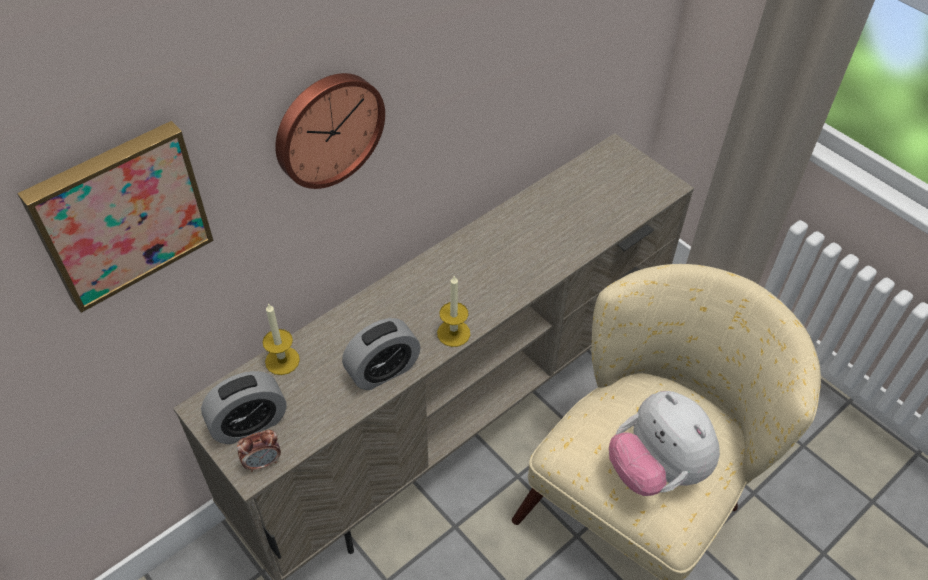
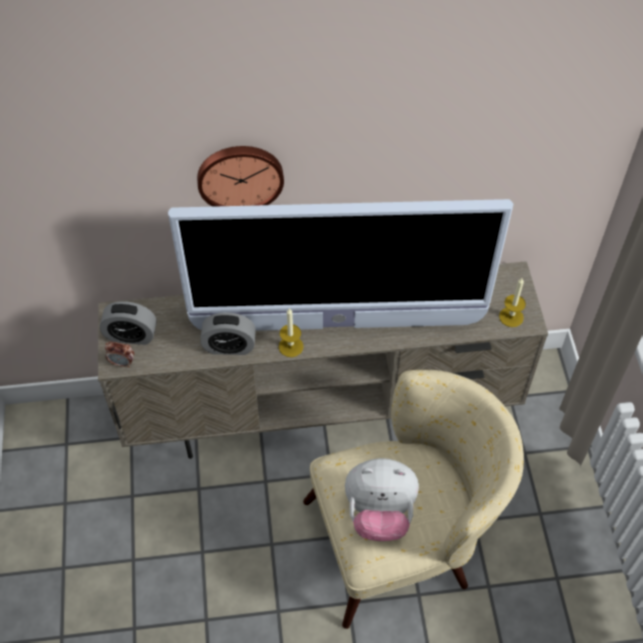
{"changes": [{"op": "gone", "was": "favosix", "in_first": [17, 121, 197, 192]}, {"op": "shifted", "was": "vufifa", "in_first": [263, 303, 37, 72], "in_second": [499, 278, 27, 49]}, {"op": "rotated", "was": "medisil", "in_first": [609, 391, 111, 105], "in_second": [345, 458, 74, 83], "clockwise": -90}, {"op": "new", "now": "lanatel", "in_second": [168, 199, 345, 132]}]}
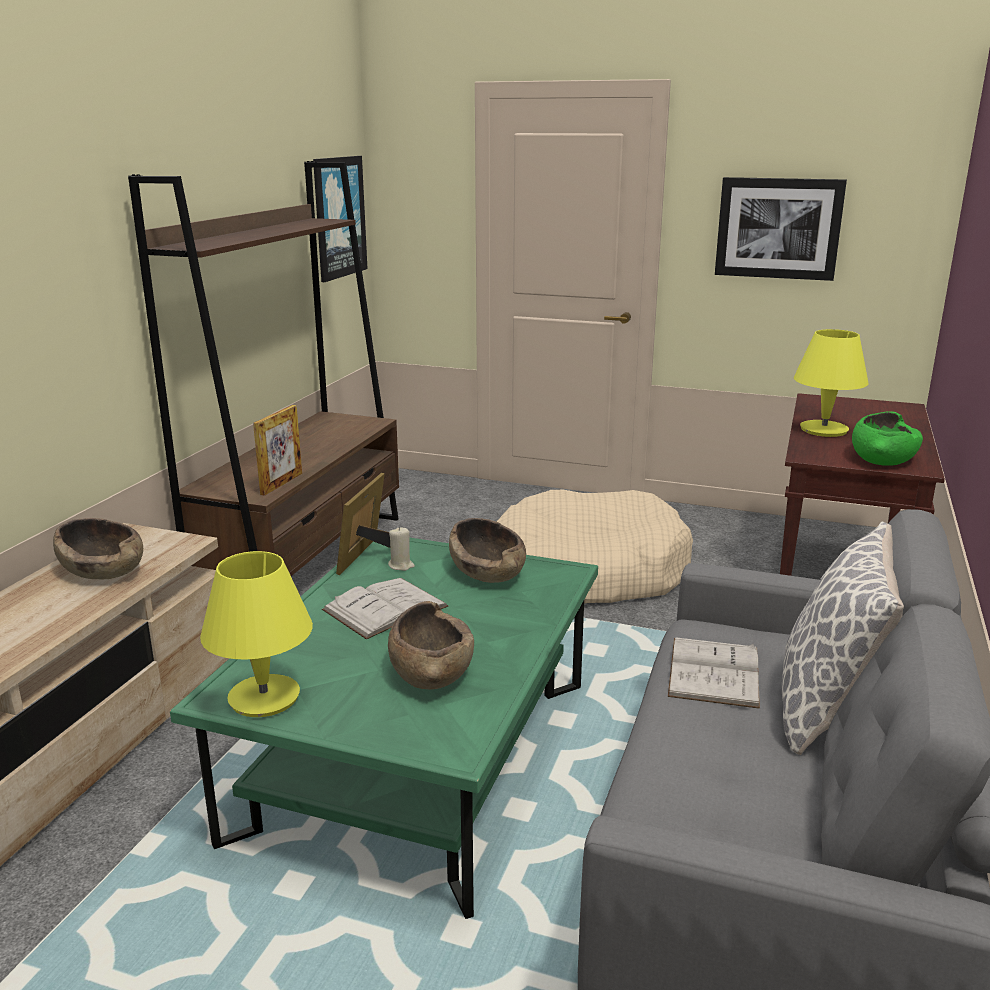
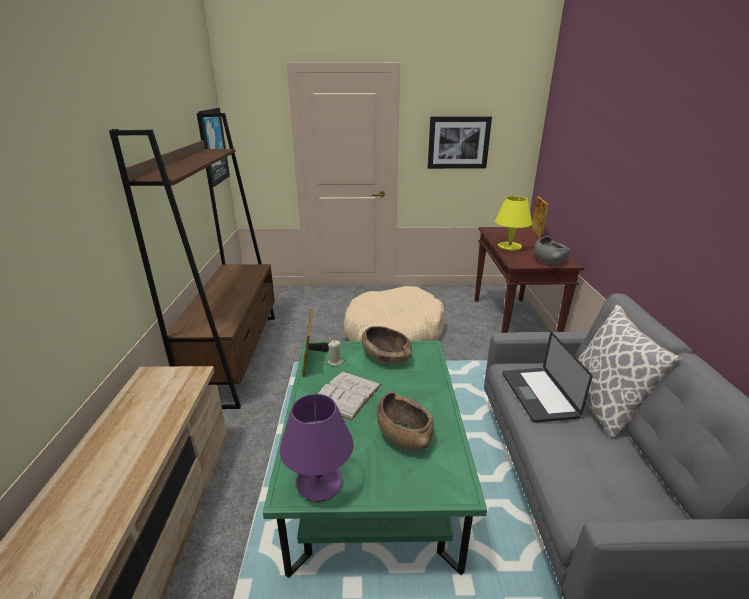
{"changes": [{"op": "gone", "was": "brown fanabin", "in_first": [53, 518, 90, 61]}, {"op": "repainted", "was": "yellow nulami", "now": "purple nulami", "in_first": [200, 551, 113, 166], "in_second": [280, 394, 73, 108]}, {"op": "shifted", "was": "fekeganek", "in_first": [253, 405, 49, 91], "in_second": [531, 196, 18, 42]}, {"op": "swapped", "was": "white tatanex", "now": "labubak", "in_first": [668, 637, 92, 72], "in_second": [502, 332, 90, 90]}, {"op": "repainted", "was": "green fanabin", "now": "grey fanabin", "in_first": [852, 411, 71, 55], "in_second": [534, 236, 36, 28]}]}
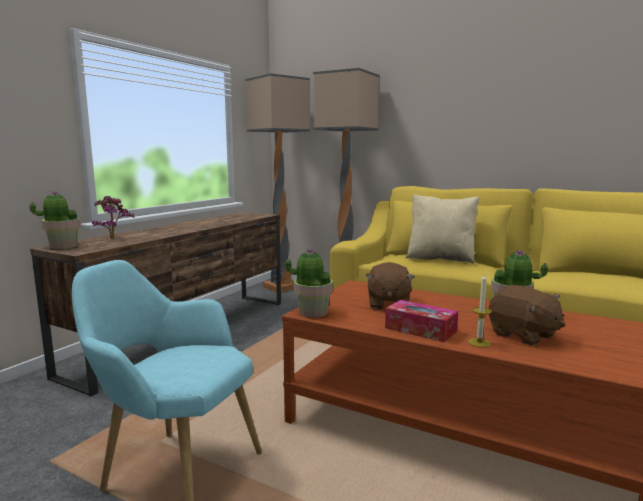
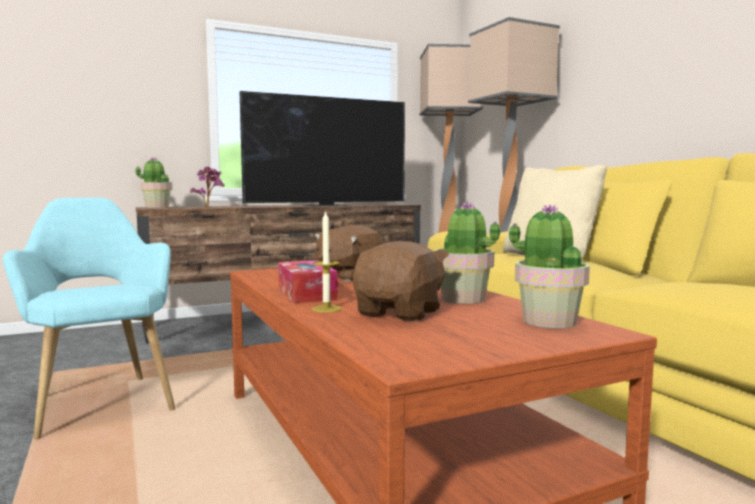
{"changes": [{"op": "shifted", "was": "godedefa", "in_first": [285, 248, 48, 70], "in_second": [509, 205, 81, 123]}, {"op": "rotated", "was": "brown medisil", "in_first": [489, 285, 76, 61], "in_second": [353, 241, 96, 80], "clockwise": -150}, {"op": "new", "now": "lanatel", "in_second": [240, 91, 165, 115]}]}
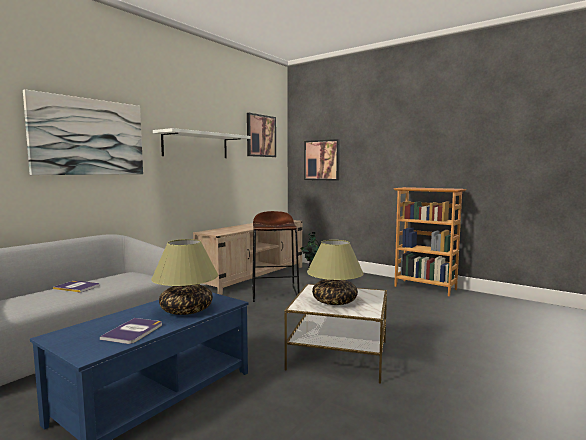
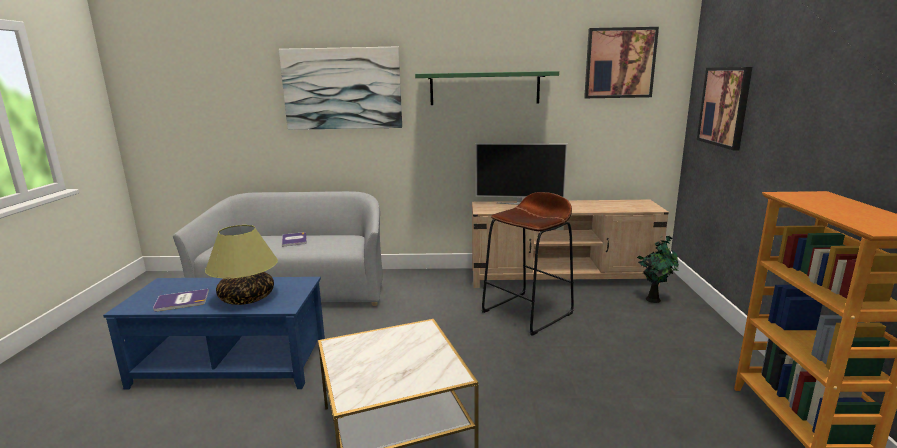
{"changes": [{"op": "repainted", "was": "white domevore", "now": "green domevore", "in_first": [153, 128, 97, 30], "in_second": [415, 71, 144, 34]}, {"op": "gone", "was": "nulami", "in_first": [307, 240, 57, 65]}, {"op": "new", "now": "lanatel", "in_second": [476, 143, 91, 62]}]}
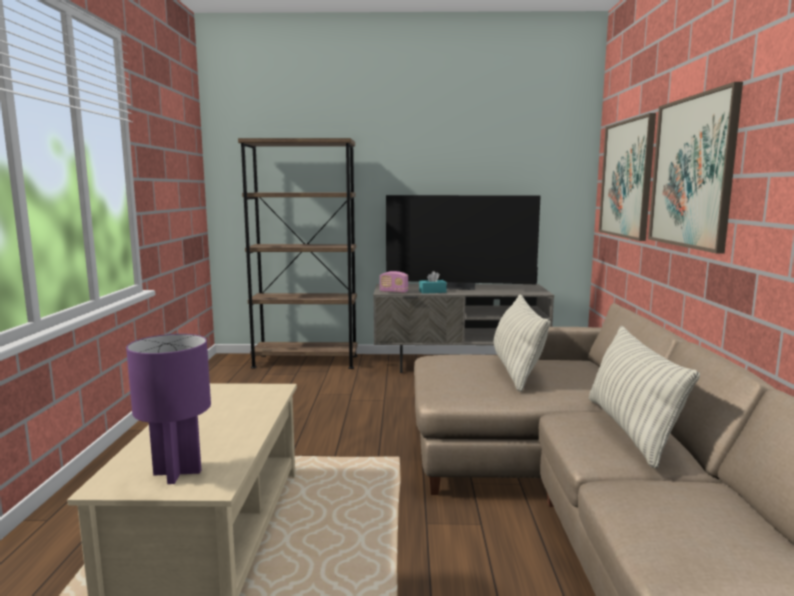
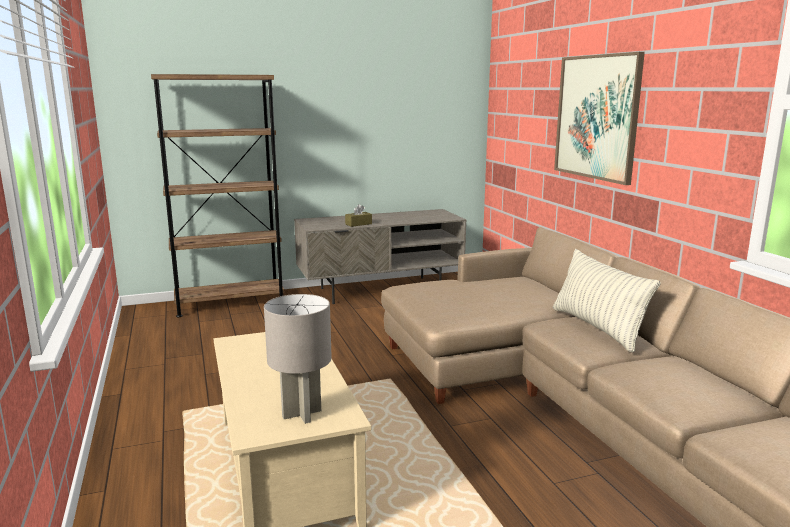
{"changes": [{"op": "repainted", "was": "purple nulami", "now": "grey nulami", "in_first": [126, 334, 85, 150], "in_second": [264, 294, 68, 130]}, {"op": "gone", "was": "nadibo", "in_first": [380, 271, 28, 22]}, {"op": "gone", "was": "lanatel", "in_first": [386, 195, 155, 95]}, {"op": "repainted", "was": "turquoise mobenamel", "now": "brown mobenamel", "in_first": [419, 271, 28, 23], "in_second": [345, 204, 27, 23]}, {"op": "gone", "was": "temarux", "in_first": [494, 294, 56, 98]}, {"op": "gone", "was": "favosix", "in_first": [599, 113, 57, 128]}]}
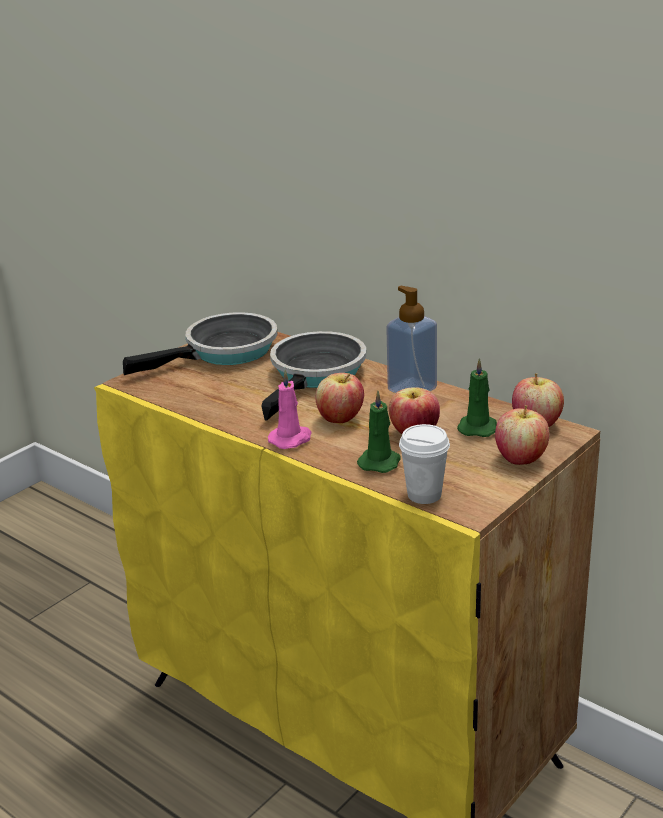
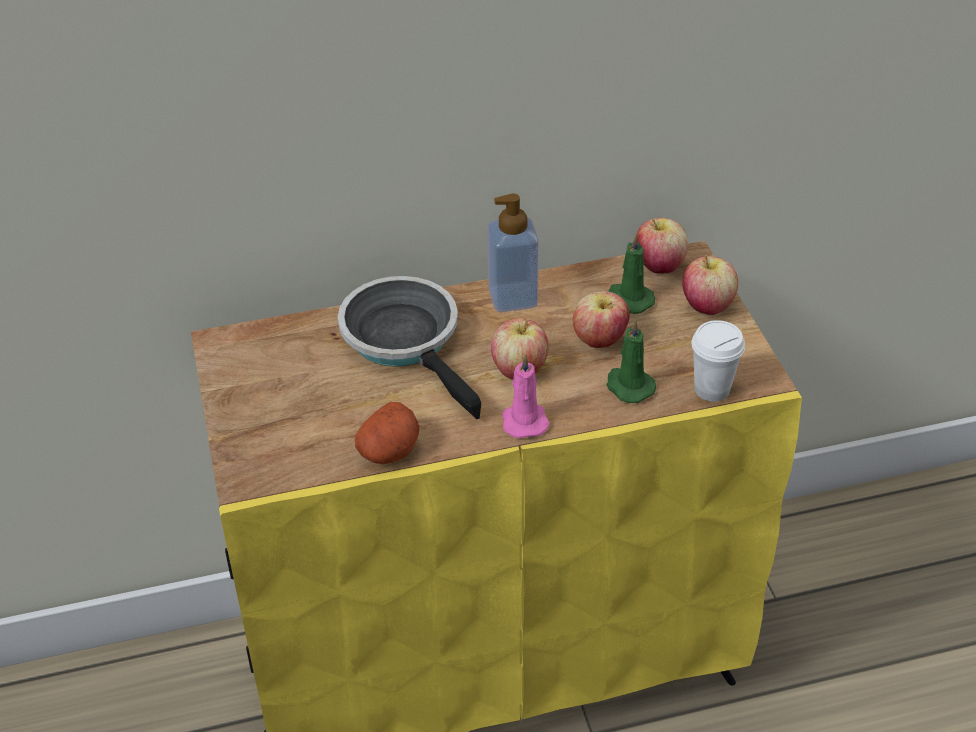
{"changes": [{"op": "gone", "was": "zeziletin", "in_first": [123, 312, 154, 63]}, {"op": "new", "now": "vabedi", "in_second": [355, 402, 64, 62]}]}
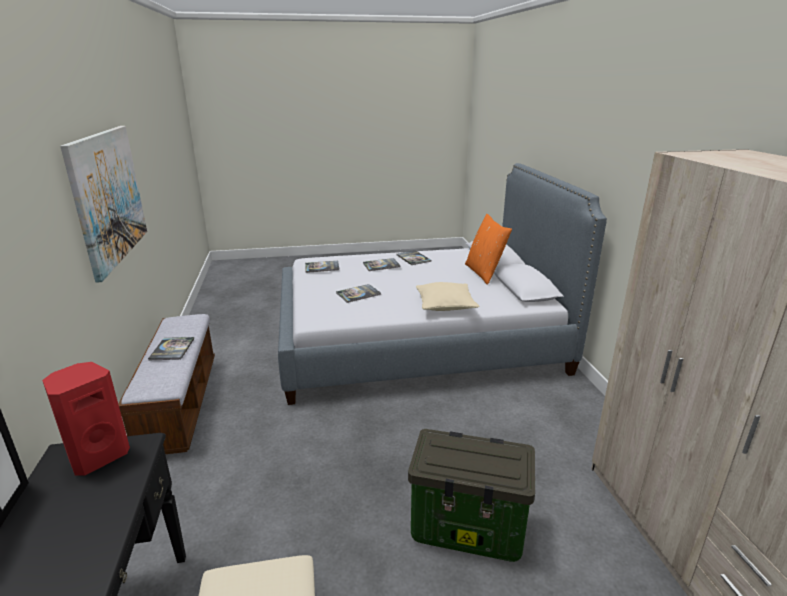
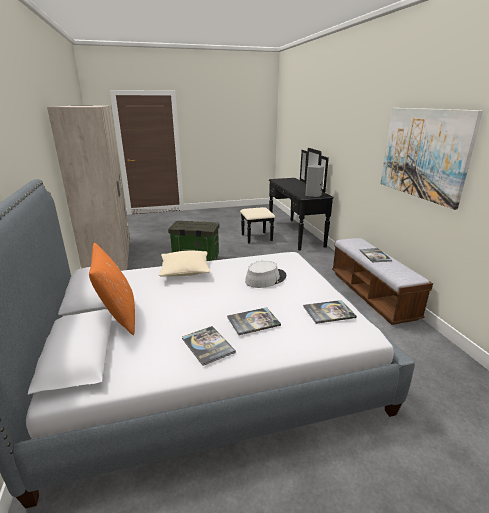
{"changes": [{"op": "repainted", "was": "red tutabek", "now": "grey tutabek", "in_first": [42, 362, 88, 114], "in_second": [305, 165, 19, 32]}, {"op": "swapped", "was": "tatanex", "now": "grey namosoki", "in_first": [336, 284, 45, 19], "in_second": [245, 261, 41, 27]}]}
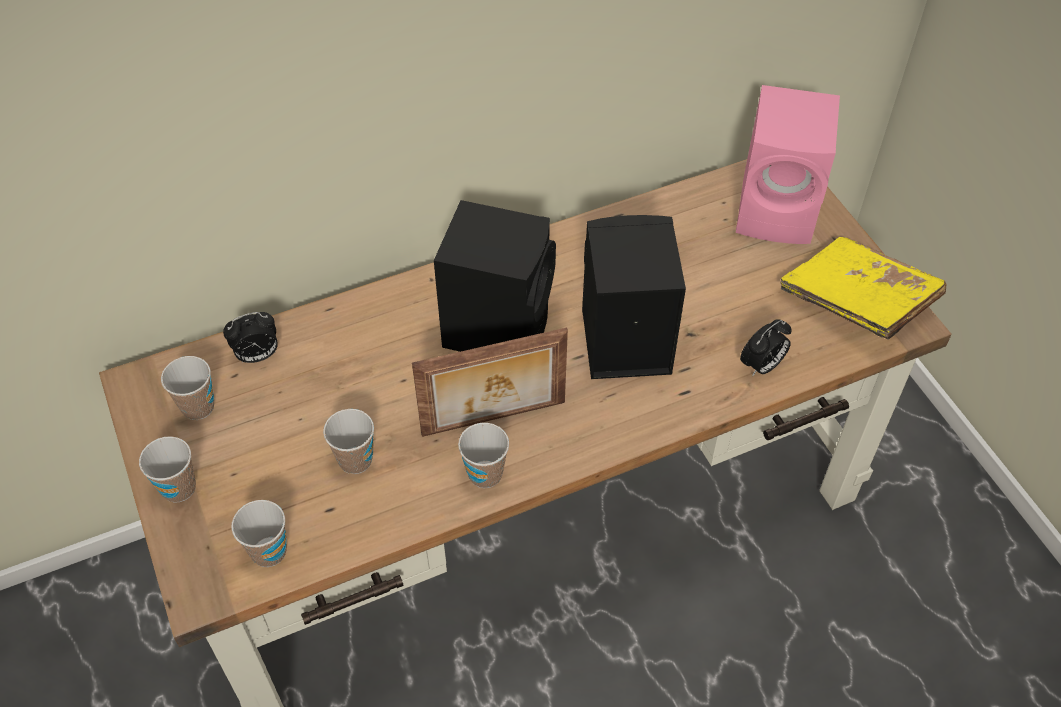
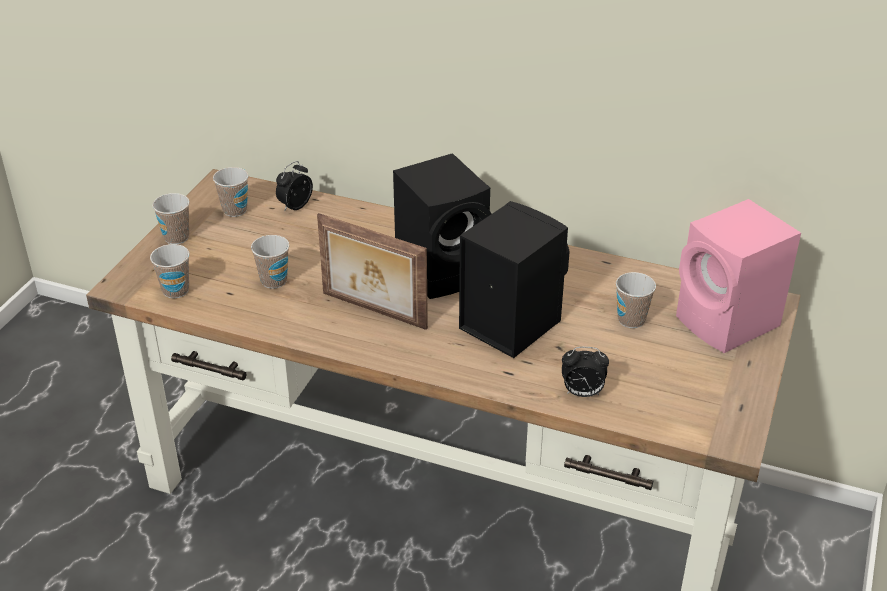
{"changes": [{"op": "rotated", "was": "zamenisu", "in_first": [223, 312, 55, 51], "in_second": [276, 161, 37, 51], "clockwise": 105}, {"op": "shifted", "was": "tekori", "in_first": [458, 423, 51, 65], "in_second": [616, 272, 40, 56]}, {"op": "gone", "was": "yellow tatanex", "in_first": [780, 237, 166, 103]}]}
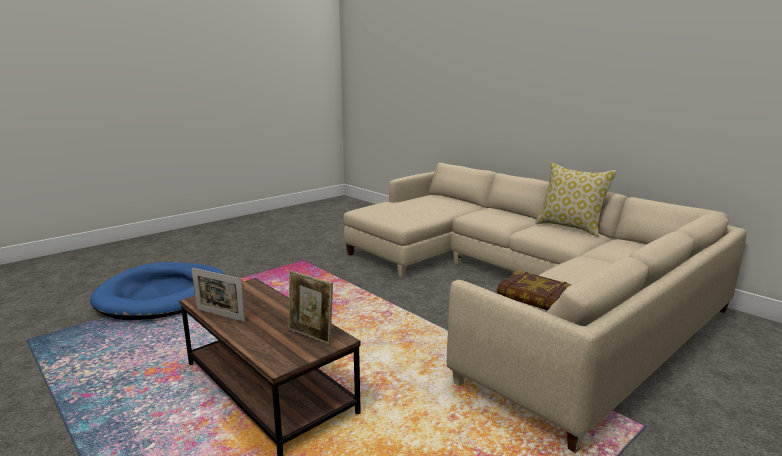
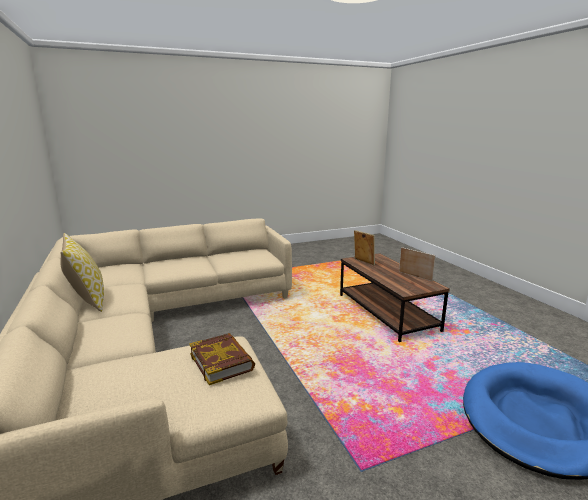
{"changes": [{"op": "shifted", "was": "tatanex", "in_first": [497, 270, 75, 40], "in_second": [189, 333, 66, 52]}]}
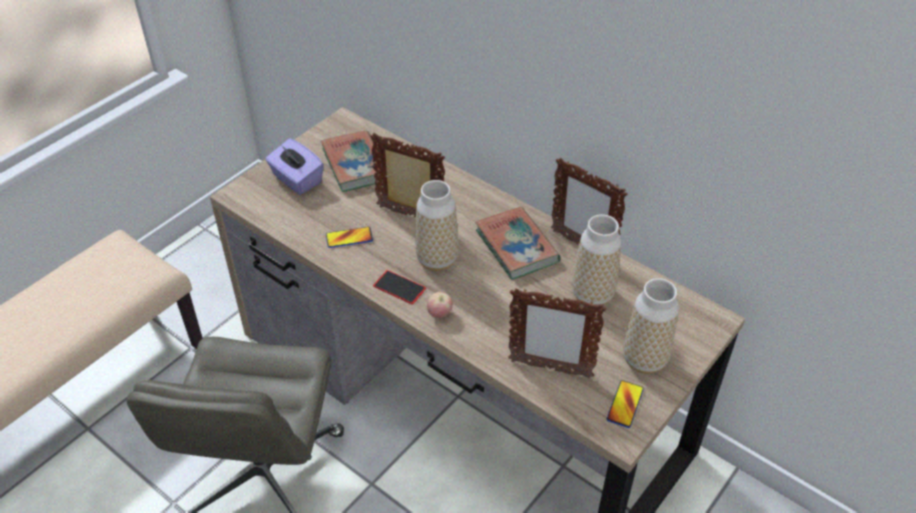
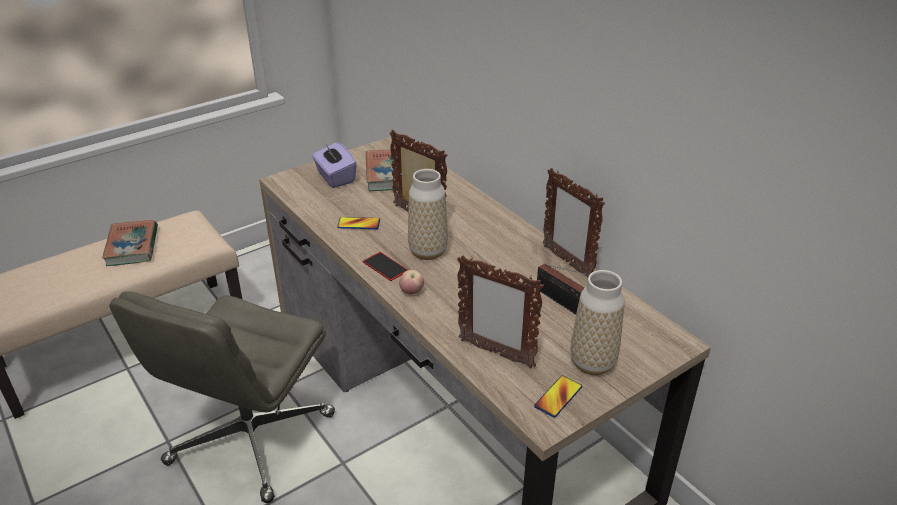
{"changes": [{"op": "shifted", "was": "tatanex", "in_first": [475, 207, 86, 73], "in_second": [102, 220, 56, 46]}, {"op": "swapped", "was": "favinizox", "now": "nadibo", "in_first": [572, 214, 49, 91], "in_second": [537, 264, 52, 51]}]}
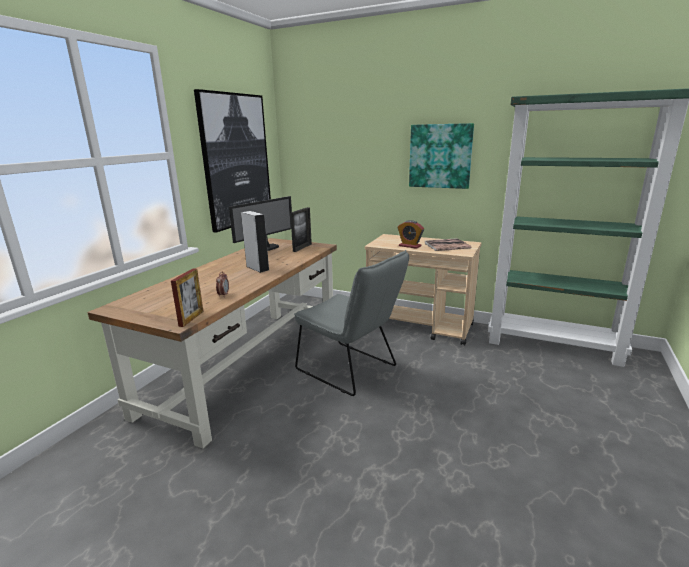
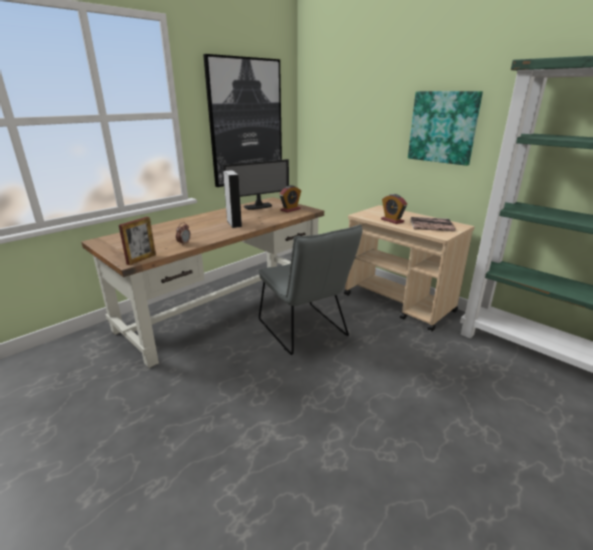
{"changes": [{"op": "swapped", "was": "fekeganek", "now": "zamenisu", "in_first": [290, 207, 22, 45], "in_second": [279, 185, 22, 28]}]}
